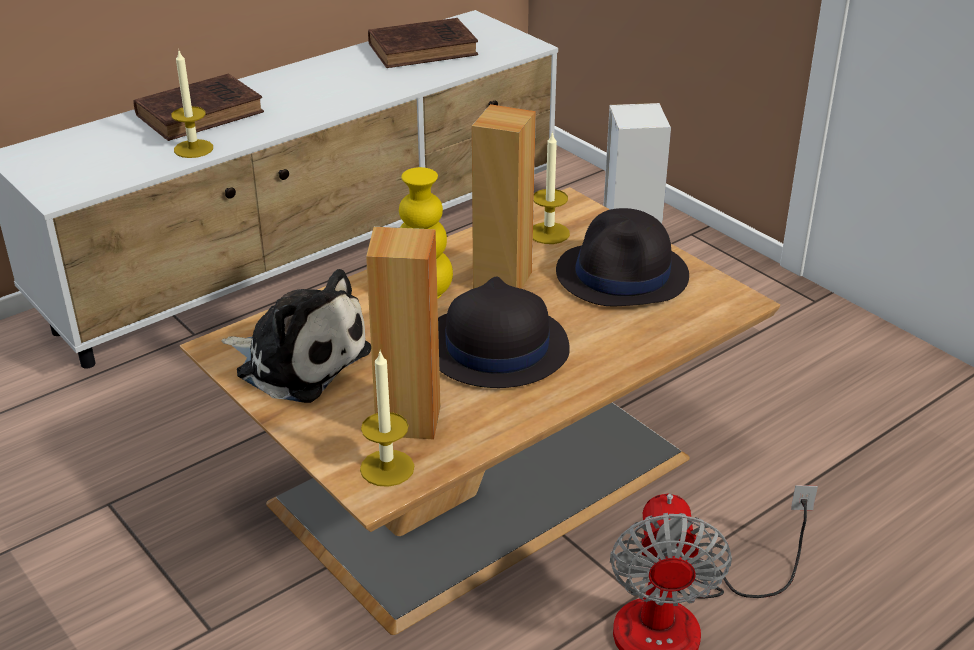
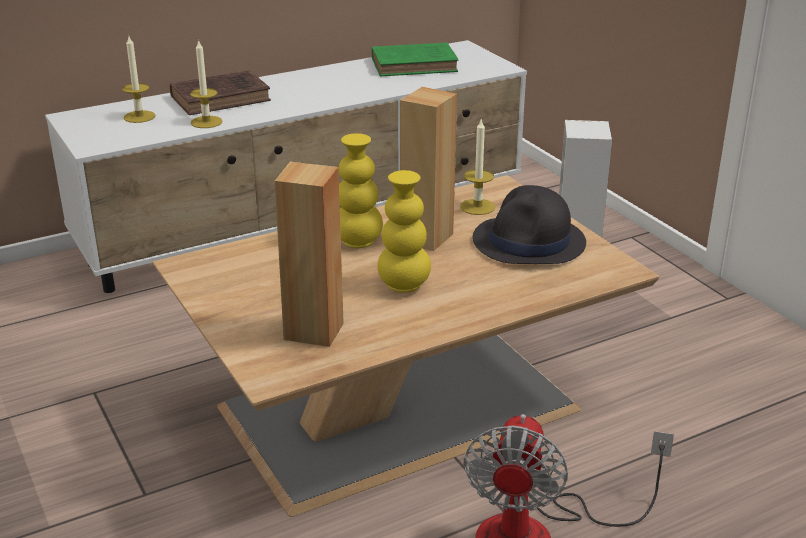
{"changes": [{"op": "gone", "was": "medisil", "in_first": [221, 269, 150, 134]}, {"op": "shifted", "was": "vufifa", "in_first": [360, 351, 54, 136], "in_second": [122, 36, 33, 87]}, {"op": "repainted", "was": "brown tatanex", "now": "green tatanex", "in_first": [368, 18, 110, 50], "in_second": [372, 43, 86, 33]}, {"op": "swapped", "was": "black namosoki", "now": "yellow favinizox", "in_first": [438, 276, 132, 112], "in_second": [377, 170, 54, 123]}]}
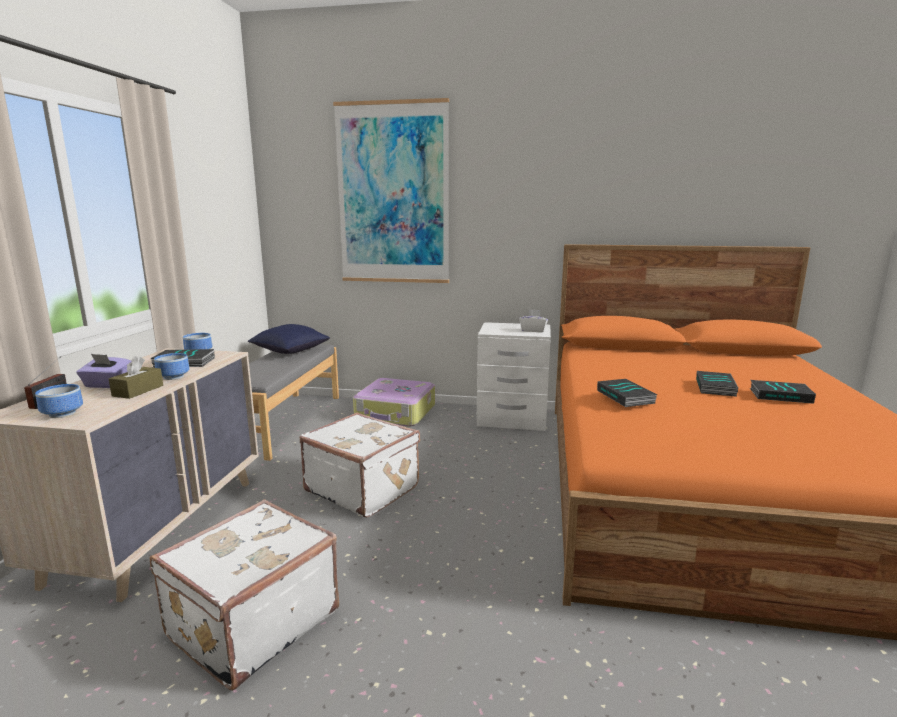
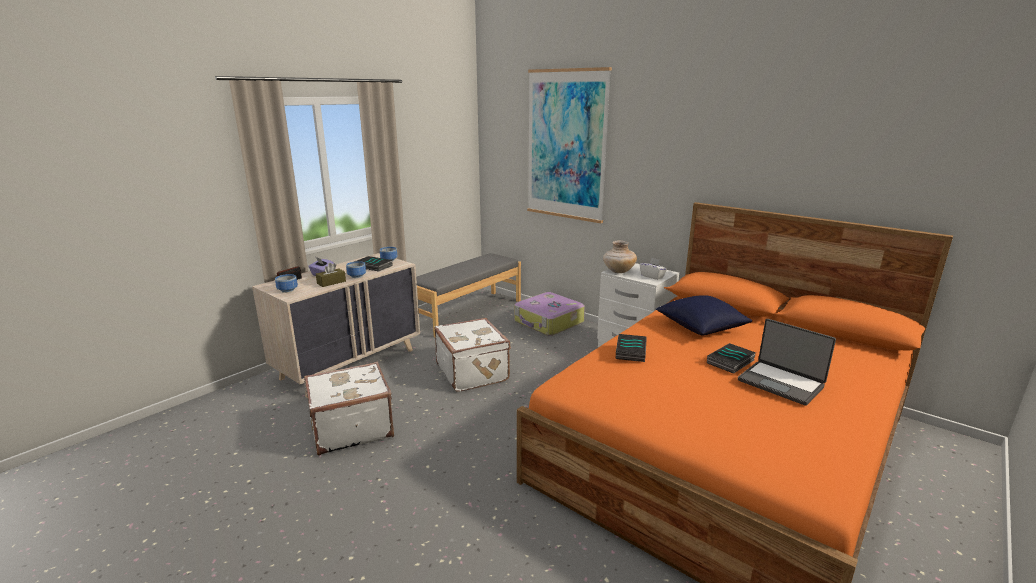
{"changes": [{"op": "shifted", "was": "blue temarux", "in_first": [248, 324, 82, 30], "in_second": [656, 295, 96, 40]}, {"op": "swapped", "was": "tatanex", "now": "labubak", "in_first": [750, 380, 66, 24], "in_second": [738, 319, 98, 87]}, {"op": "new", "now": "beige favinizox", "in_second": [603, 241, 34, 32]}]}
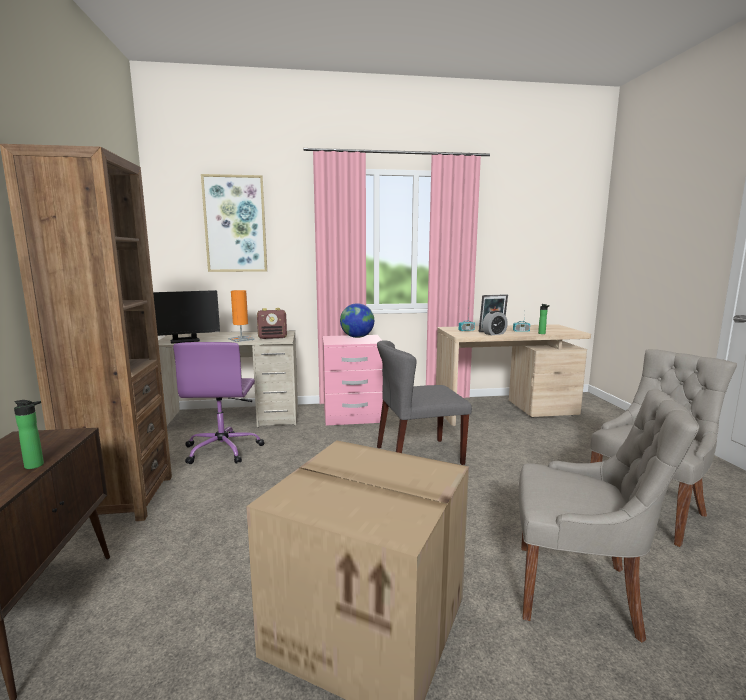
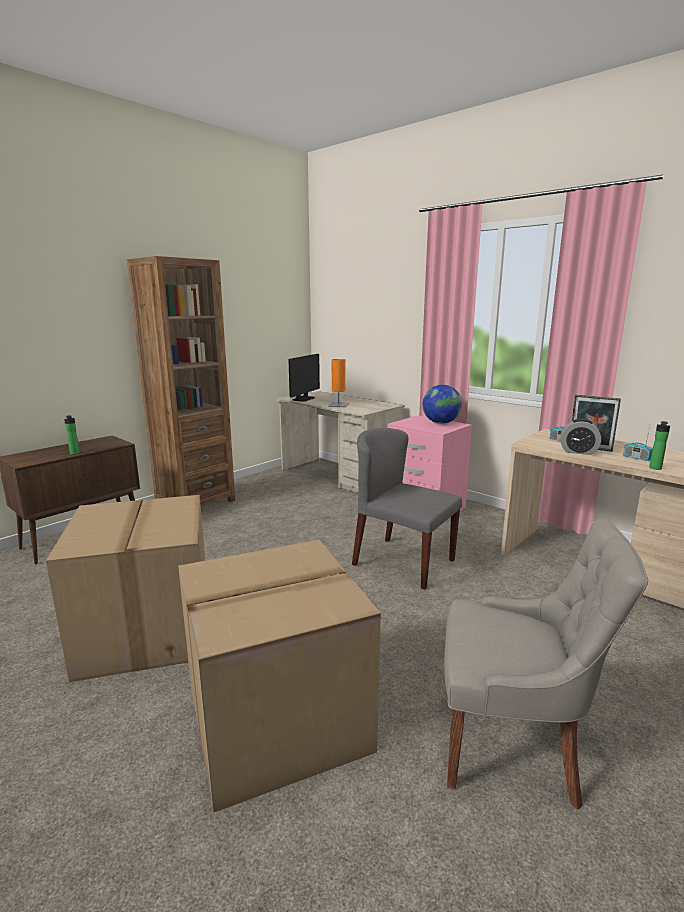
{"changes": [{"op": "rotated", "was": "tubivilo", "in_first": [153, 290, 67, 53], "in_second": [289, 354, 31, 48], "clockwise": -90}, {"op": "gone", "was": "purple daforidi", "in_first": [173, 342, 91, 122]}, {"op": "gone", "was": "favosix", "in_first": [201, 174, 66, 98]}, {"op": "gone", "was": "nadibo", "in_first": [257, 308, 30, 31]}, {"op": "swapped", "was": "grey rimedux", "now": "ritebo", "in_first": [519, 389, 180, 254], "in_second": [178, 540, 203, 272]}]}
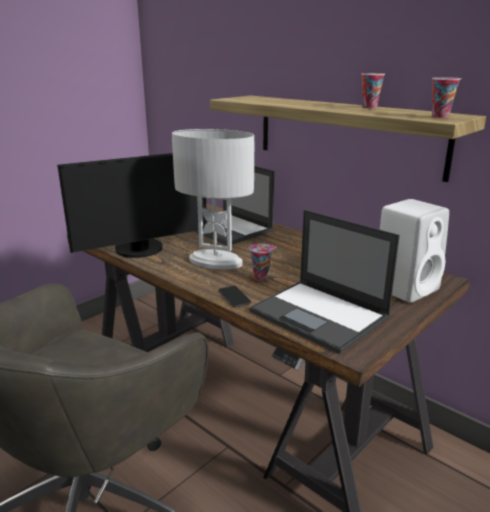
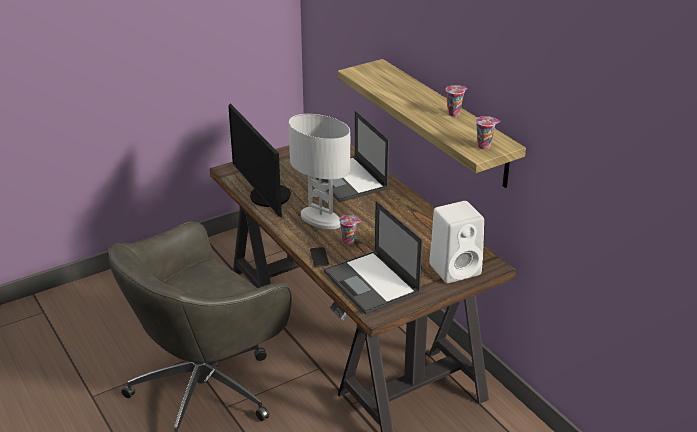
{"changes": [{"op": "rotated", "was": "tubivilo", "in_first": [57, 153, 150, 105], "in_second": [228, 103, 63, 114], "clockwise": 75}]}
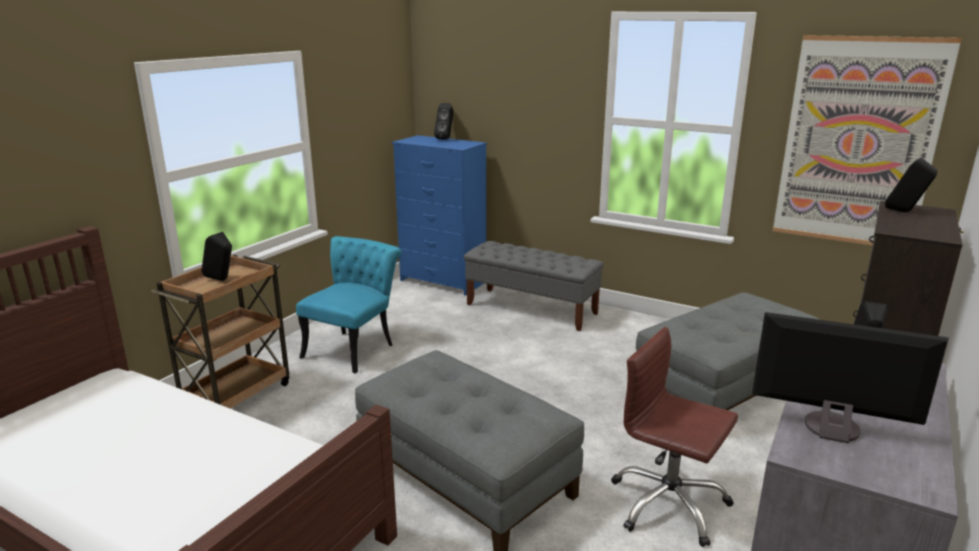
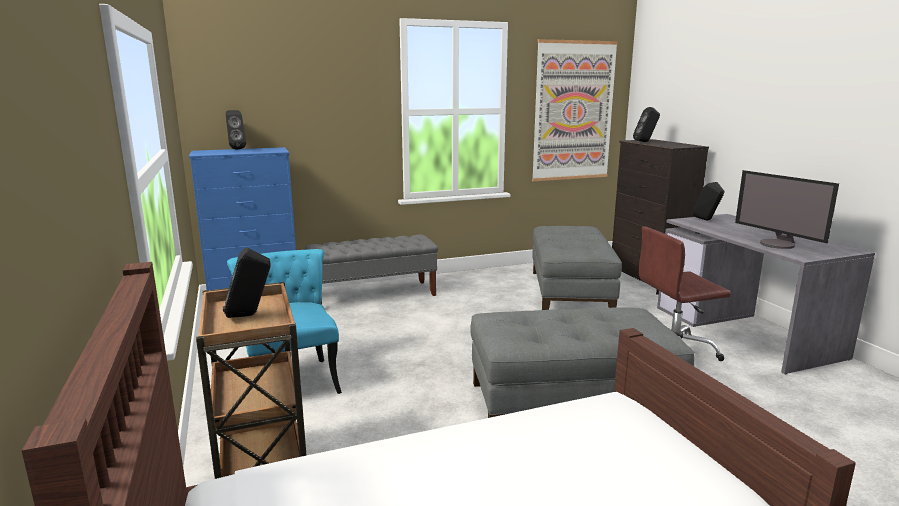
{"changes": [{"op": "rotated", "was": "tubivilo", "in_first": [752, 312, 197, 131], "in_second": [735, 170, 104, 79], "clockwise": -90}]}
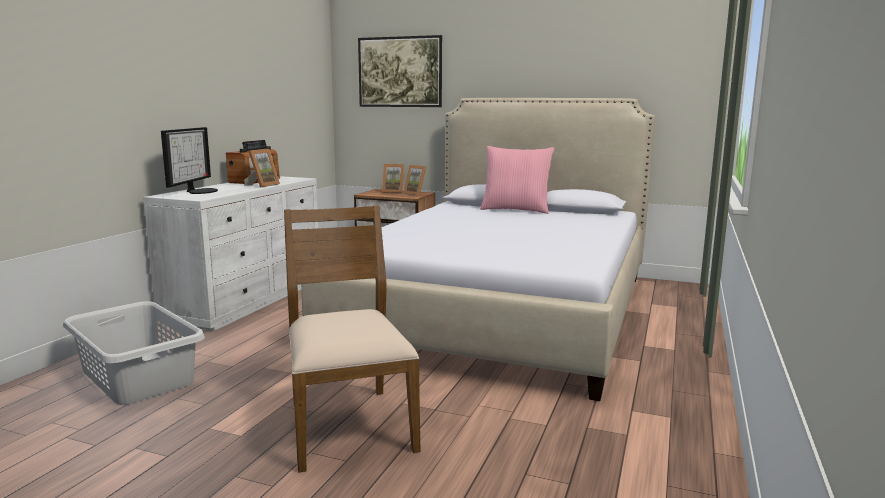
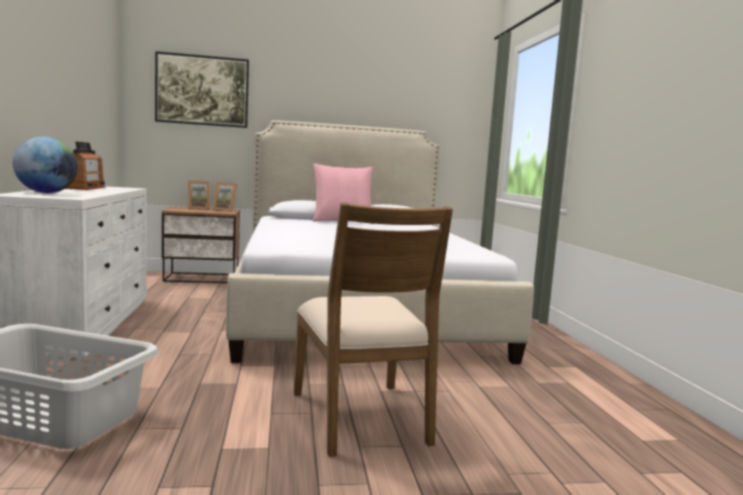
{"changes": [{"op": "swapped", "was": "tubivilo", "now": "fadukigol", "in_first": [161, 127, 57, 67], "in_second": [13, 137, 65, 56]}, {"op": "gone", "was": "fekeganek", "in_first": [244, 149, 36, 39]}, {"op": "rotated", "was": "brown rimedux", "in_first": [284, 205, 136, 268], "in_second": [294, 202, 159, 255], "clockwise": -150}]}
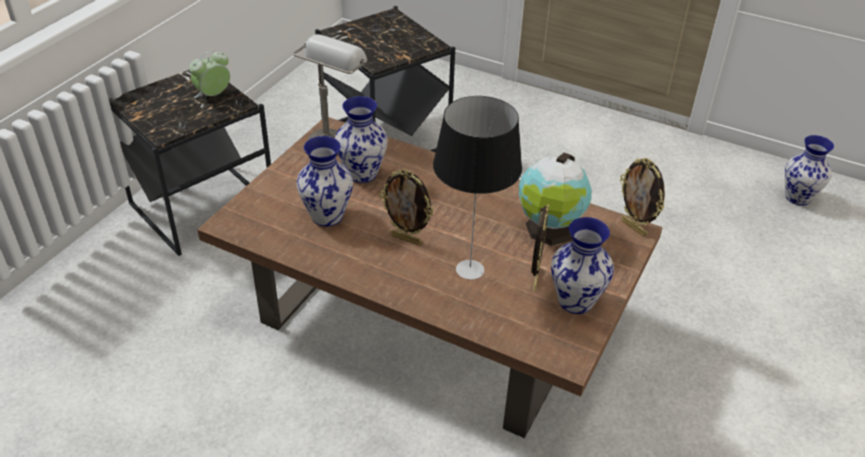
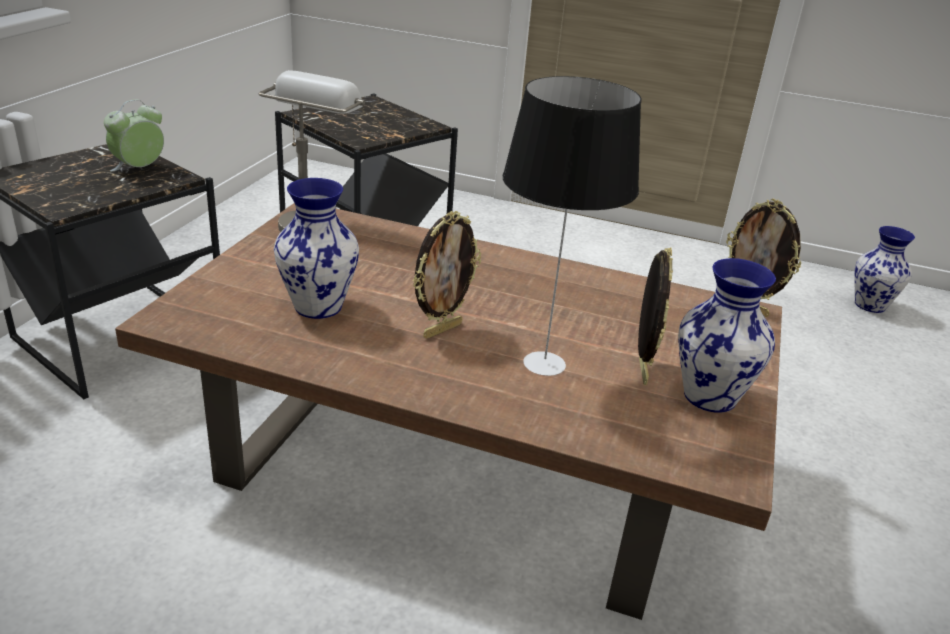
{"changes": [{"op": "gone", "was": "favinizox", "in_first": [335, 96, 52, 87]}, {"op": "rotated", "was": "fekeganek", "in_first": [379, 169, 54, 76], "in_second": [413, 211, 68, 128], "clockwise": -60}, {"op": "gone", "was": "fadukigol", "in_first": [519, 153, 73, 93]}]}
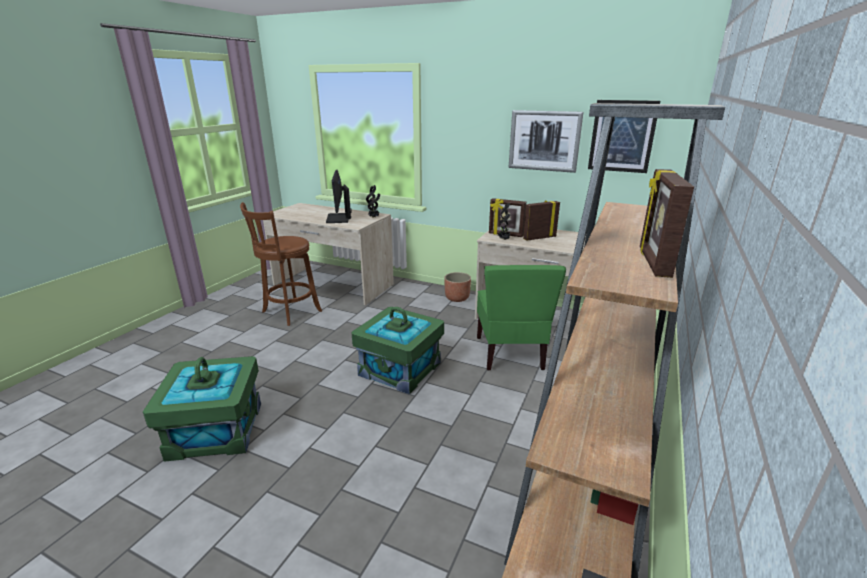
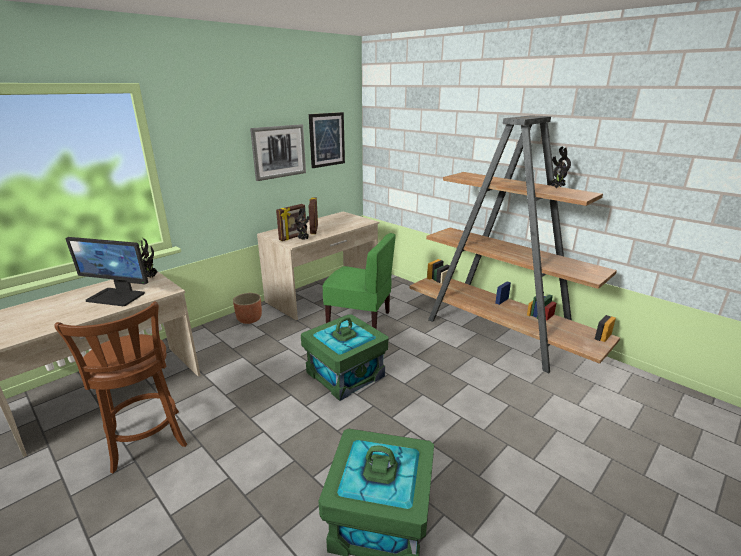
{"changes": [{"op": "swapped", "was": "fekeganek", "now": "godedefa", "in_first": [640, 169, 54, 109], "in_second": [551, 147, 20, 41]}]}
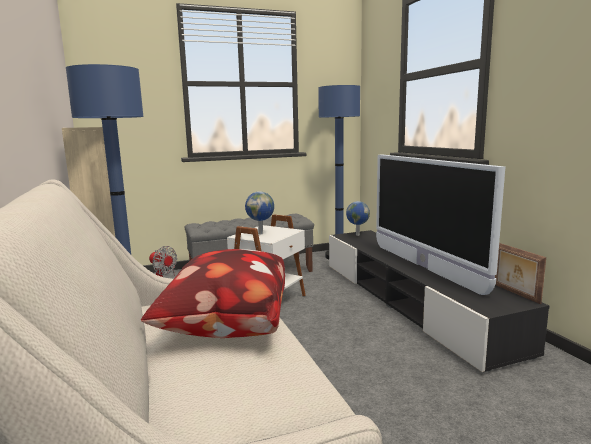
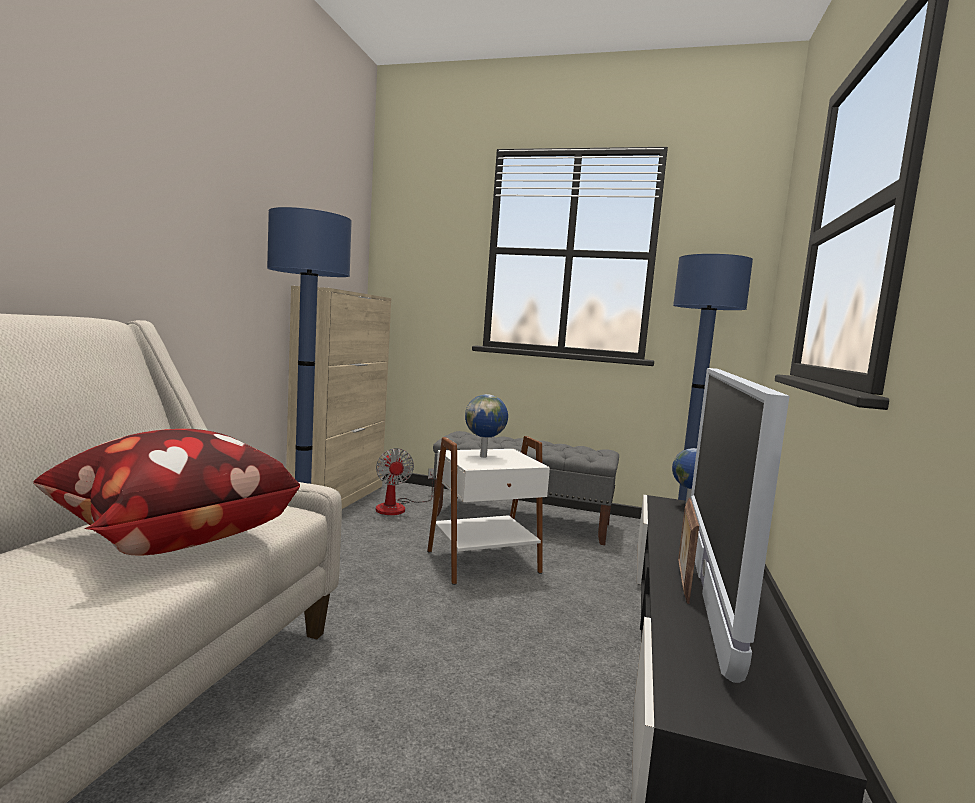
{"changes": [{"op": "shifted", "was": "fekeganek", "in_first": [495, 243, 51, 61], "in_second": [678, 498, 21, 106]}]}
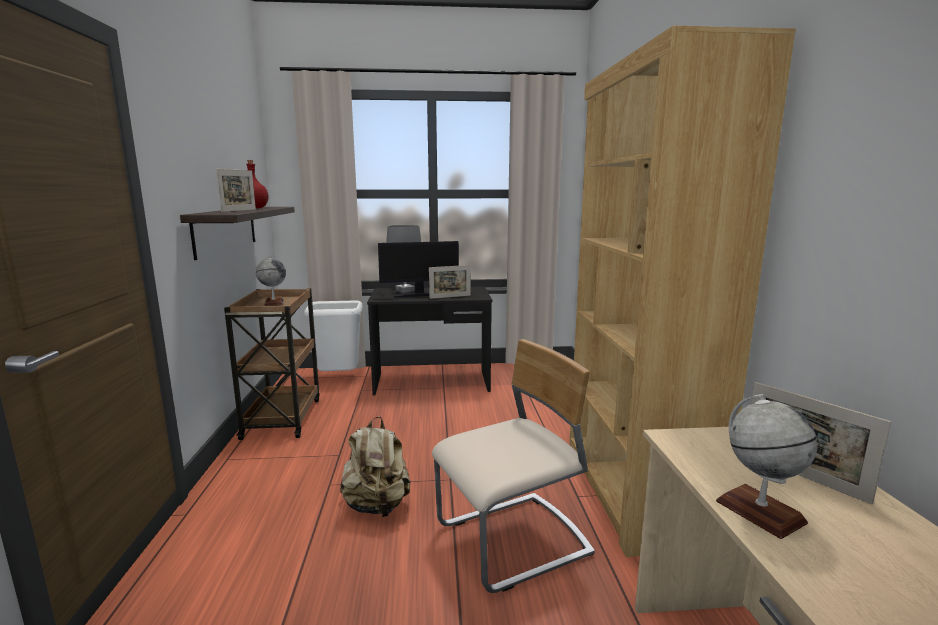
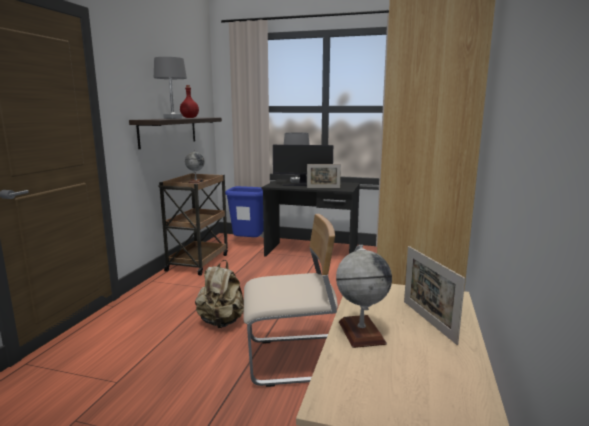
{"changes": [{"op": "swapped", "was": "fekeganek", "now": "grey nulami", "in_first": [216, 169, 40, 43], "in_second": [154, 57, 33, 62]}, {"op": "repainted", "was": "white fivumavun", "now": "blue fivumavun", "in_first": [304, 301, 59, 70], "in_second": [225, 186, 39, 51]}]}
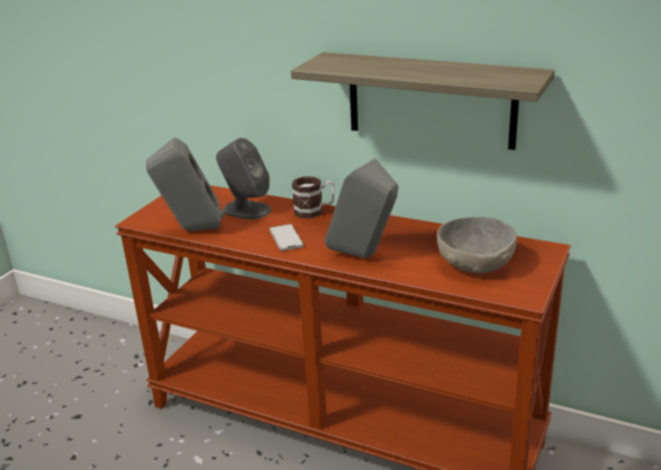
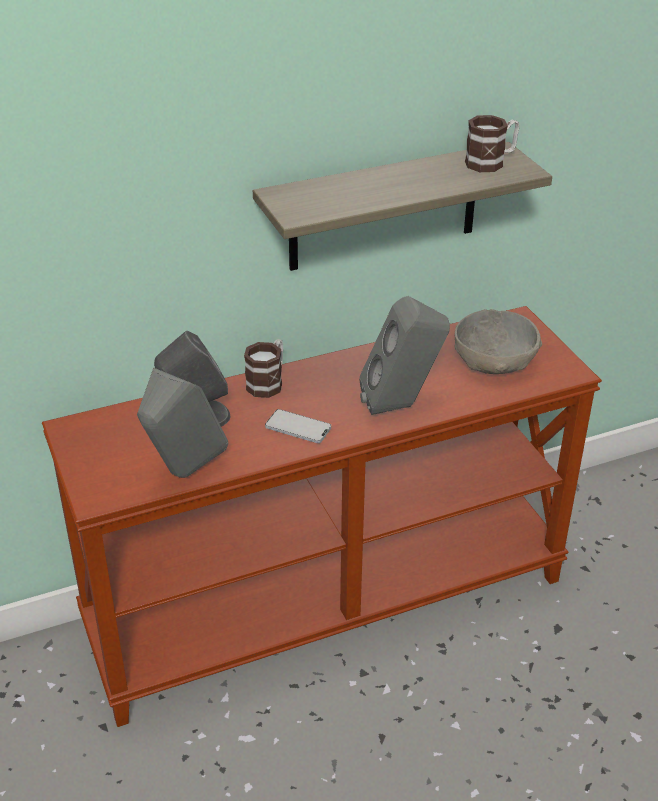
{"changes": [{"op": "new", "now": "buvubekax", "in_second": [465, 115, 54, 57]}]}
